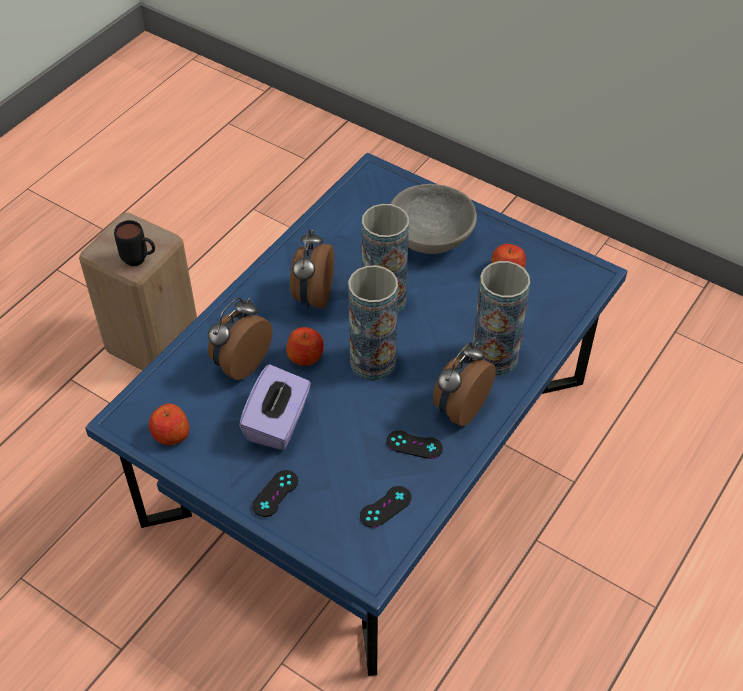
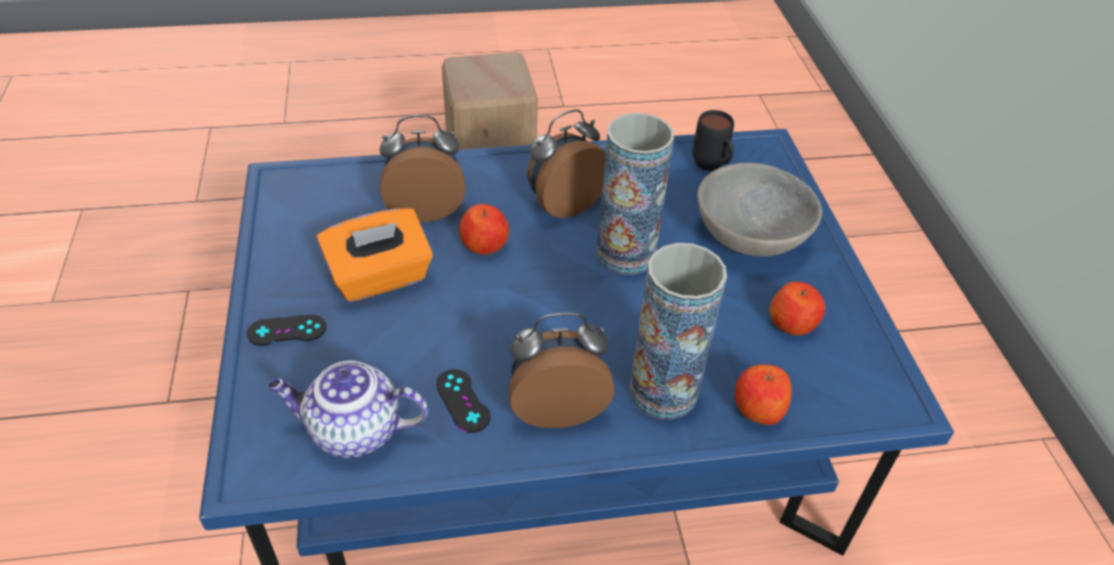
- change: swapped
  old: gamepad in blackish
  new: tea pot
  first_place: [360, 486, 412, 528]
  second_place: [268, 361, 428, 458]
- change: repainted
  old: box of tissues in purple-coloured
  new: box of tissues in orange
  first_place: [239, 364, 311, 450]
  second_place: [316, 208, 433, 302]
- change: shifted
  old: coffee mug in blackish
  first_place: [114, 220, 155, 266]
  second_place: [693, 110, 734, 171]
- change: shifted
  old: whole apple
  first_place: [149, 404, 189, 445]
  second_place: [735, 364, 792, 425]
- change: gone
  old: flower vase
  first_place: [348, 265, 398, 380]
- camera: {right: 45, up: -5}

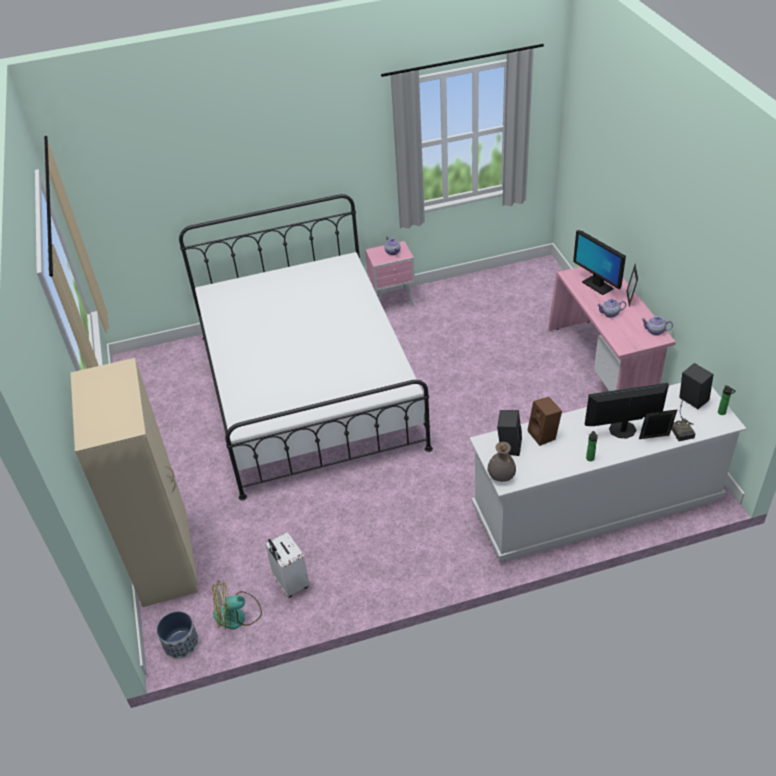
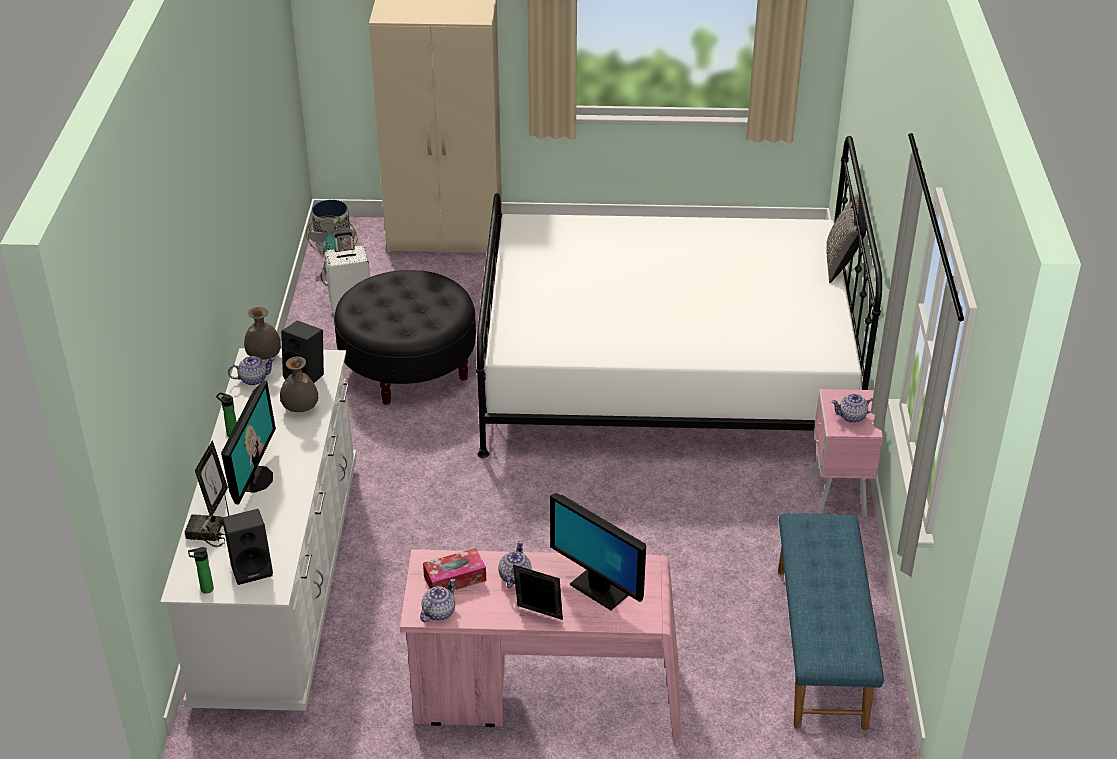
- change: new
  new: tea pot
  second_place: [228, 356, 275, 385]
- change: swapped
  old: speaker in brown
  new: flower vase in gray
  first_place: [528, 397, 562, 446]
  second_place: [280, 356, 318, 412]
- change: new
  new: ottoman in blackish
  second_place: [334, 270, 476, 405]
- change: new
  new: box of tissues
  second_place: [423, 548, 486, 590]
- change: rotated
  old: computer screen
  first_place: [573, 230, 626, 295]
  second_place: [550, 493, 646, 610]
  degrees: -120
- change: new
  new: long seat in bluish
  second_place: [778, 513, 884, 730]
- change: new
  new: throw pillow in gray
  second_place: [826, 195, 866, 283]
- camera: {right: 105, up: -5}

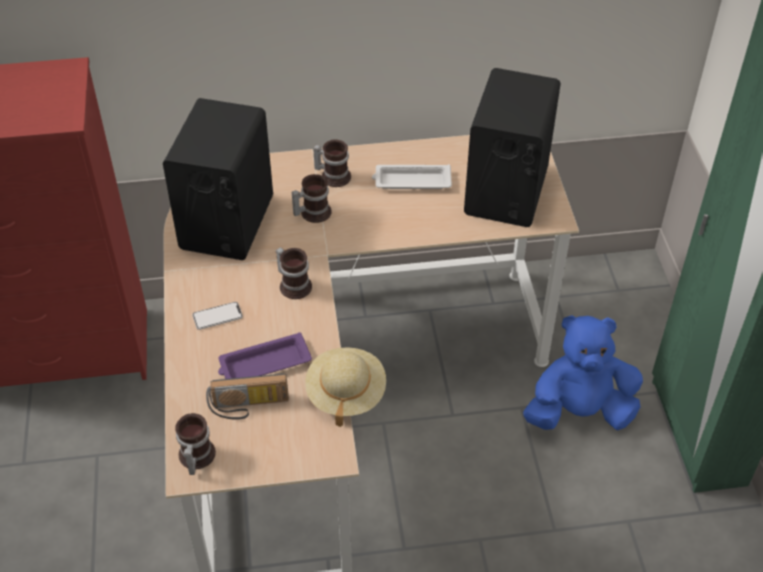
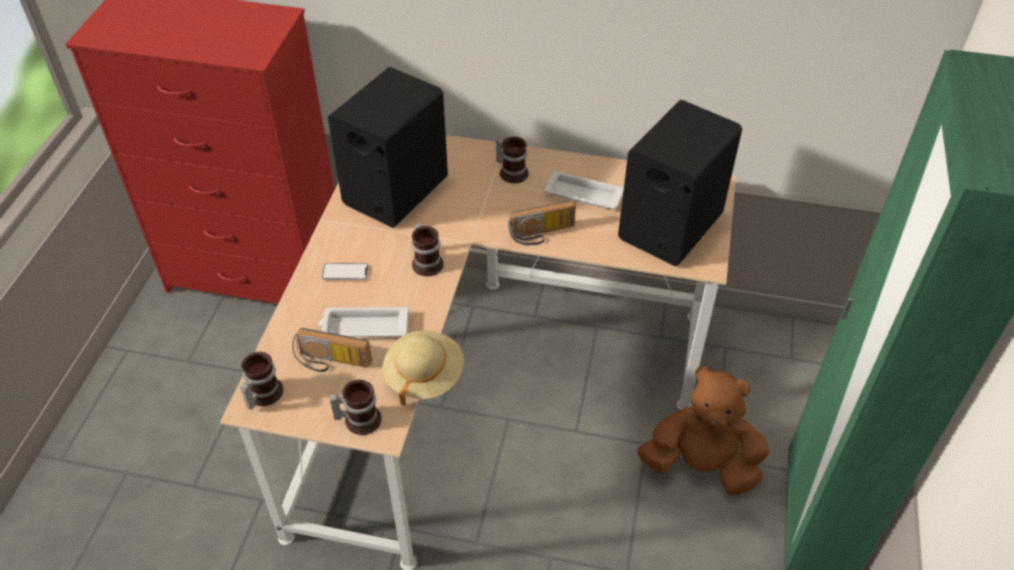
- change: repainted
  old: carrying tray in purple-coloured
  new: carrying tray in white
  first_place: [218, 332, 312, 379]
  second_place: [318, 307, 409, 337]
- change: shifted
  old: coffee mug
  first_place: [291, 174, 332, 223]
  second_place: [330, 379, 381, 435]
- change: new
  new: radio
  second_place: [508, 201, 576, 245]
- change: repainted
  old: cuddly toy in bluish
  new: cuddly toy in brown
  first_place: [523, 315, 643, 430]
  second_place: [637, 367, 770, 495]
- camera: {right: 20, up: 0}

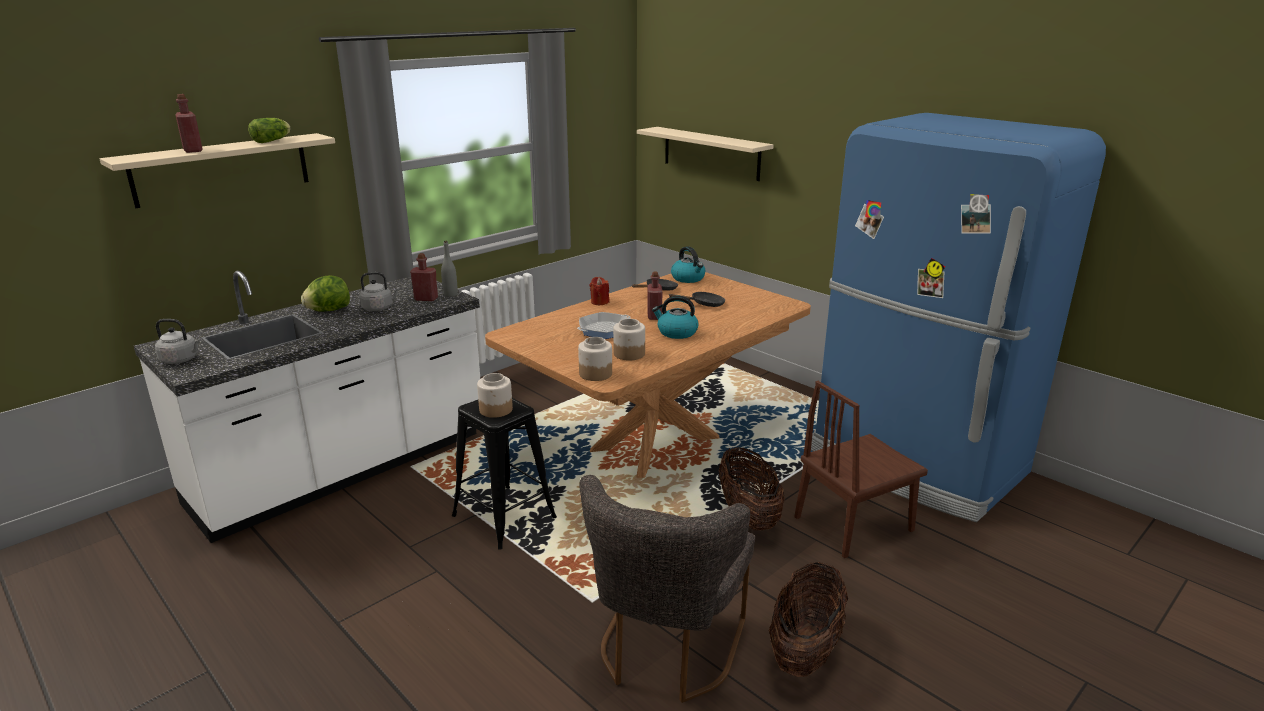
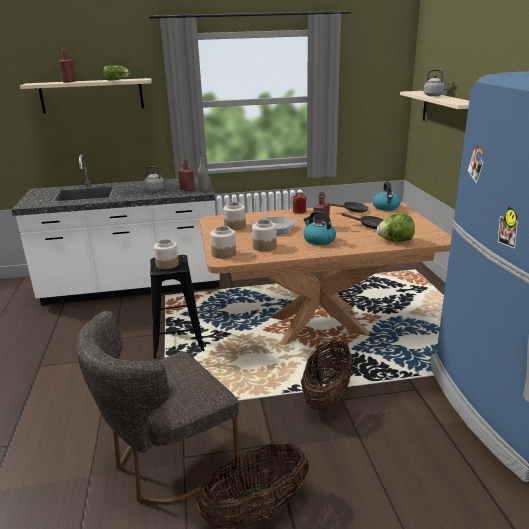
- change: new
  new: jar
  second_place: [223, 202, 246, 230]
- change: shifted
  old: lettuce head
  first_place: [301, 275, 350, 312]
  second_place: [377, 213, 415, 242]
- change: shifted
  old: kettle in gray
  first_place: [155, 319, 201, 364]
  second_place: [423, 69, 450, 96]
- change: gone
  old: plain chair in brown
  first_place: [794, 381, 928, 558]
- camera: {right: 35, up: 0}

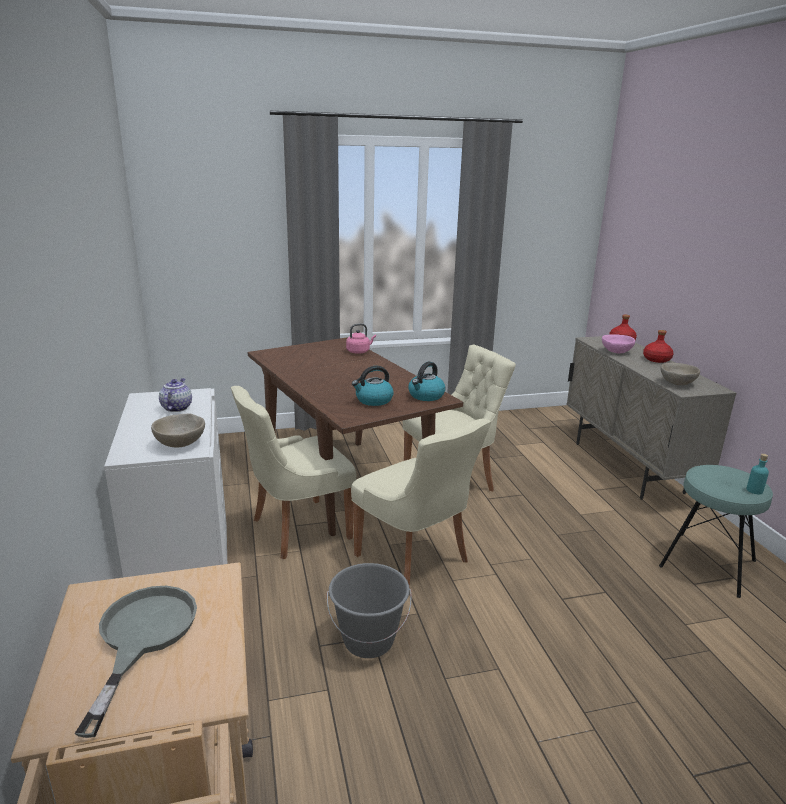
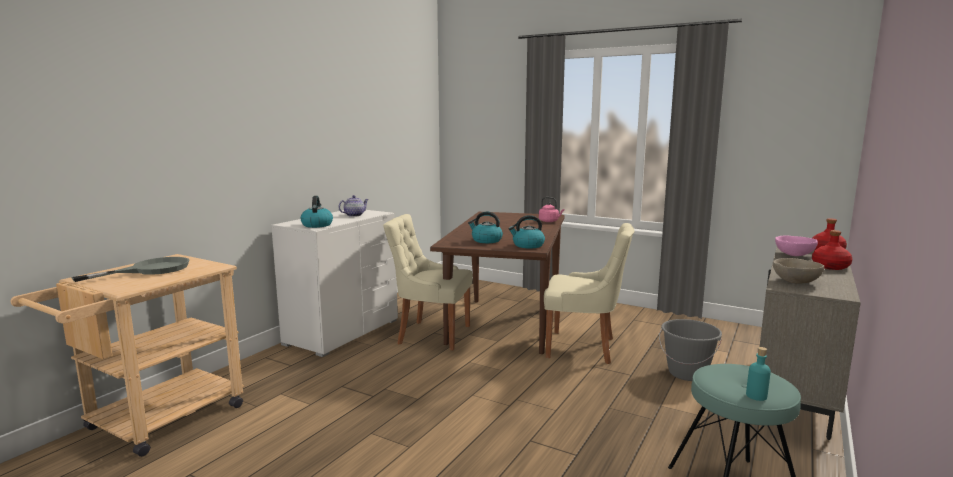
- change: swapped
  old: bowl in beige-coloured
  new: kettle
  first_place: [151, 413, 205, 447]
  second_place: [301, 196, 333, 228]
- change: shifted
  old: bucket in gray
  first_place: [327, 563, 412, 658]
  second_place: [659, 319, 722, 381]
- change: gone
  old: plain chair in beige-coloured
  first_place: [351, 419, 491, 588]
- camera: {right: 45, up: -10}

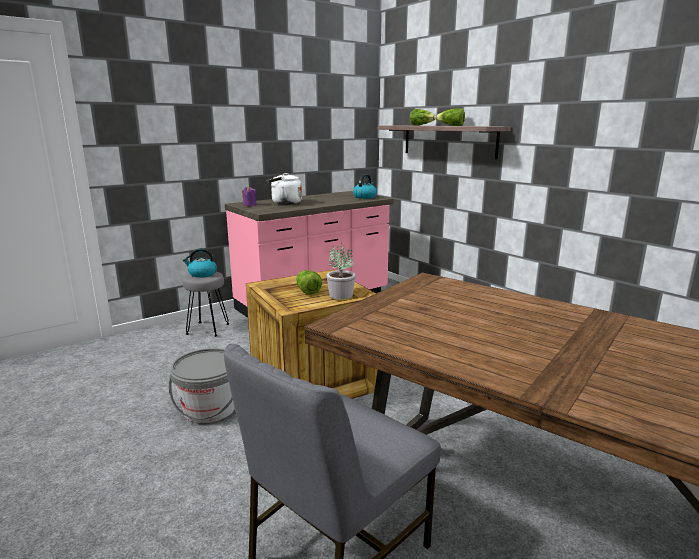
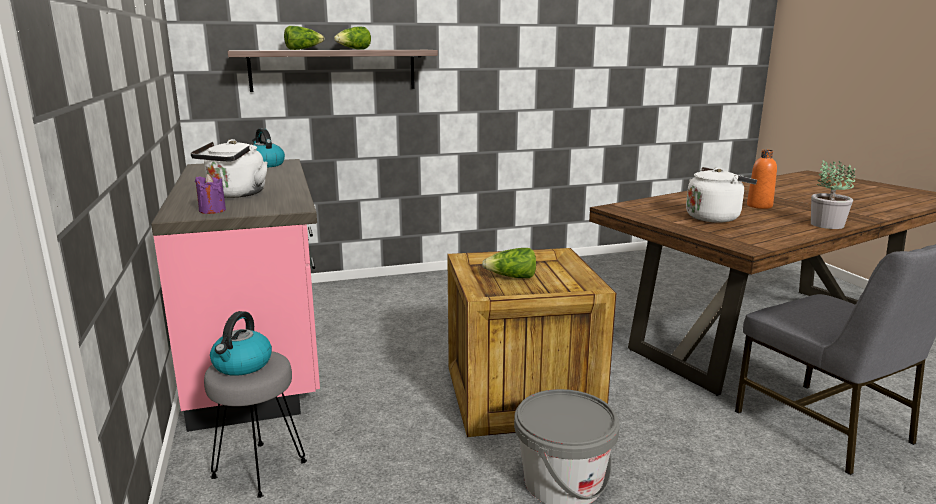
- change: new
  new: kettle in white
  second_place: [686, 167, 757, 223]
- change: new
  new: beverage bottle in orange
  second_place: [747, 150, 777, 209]
- change: shifted
  old: potted plant
  first_place: [326, 243, 355, 300]
  second_place: [811, 159, 856, 229]
- camera: {right: -70, up: 0}

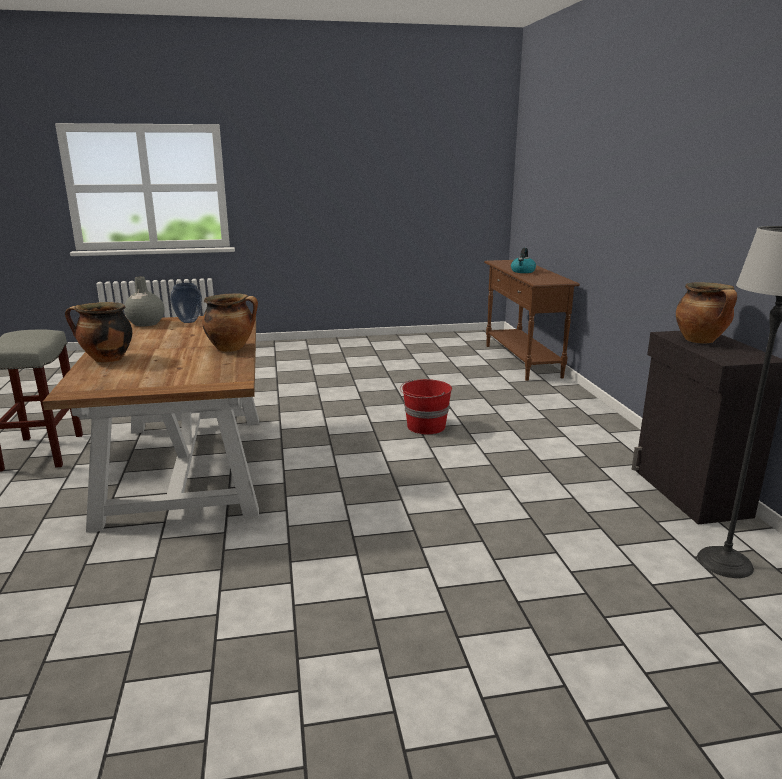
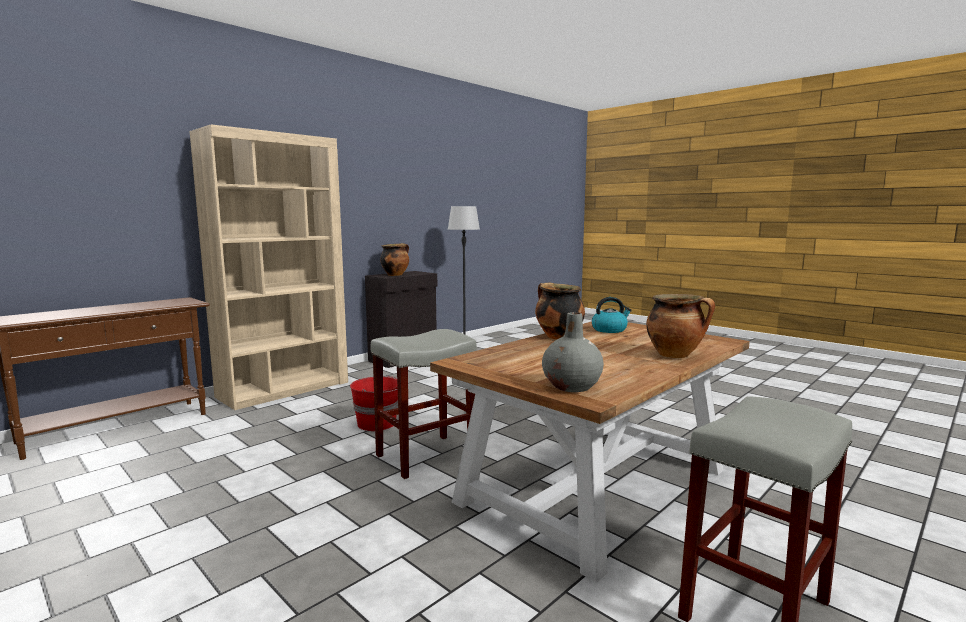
- change: new
  new: shelving unit in beige-coloured
  second_place: [189, 124, 348, 410]
- change: new
  new: stool in gray
  second_place: [370, 329, 477, 479]
- change: shifted
  old: kettle
  first_place: [511, 248, 536, 273]
  second_place: [592, 297, 632, 333]
- change: gone
  old: flower vase
  first_place: [170, 283, 202, 323]
- camera: {right: -125, up: -10}

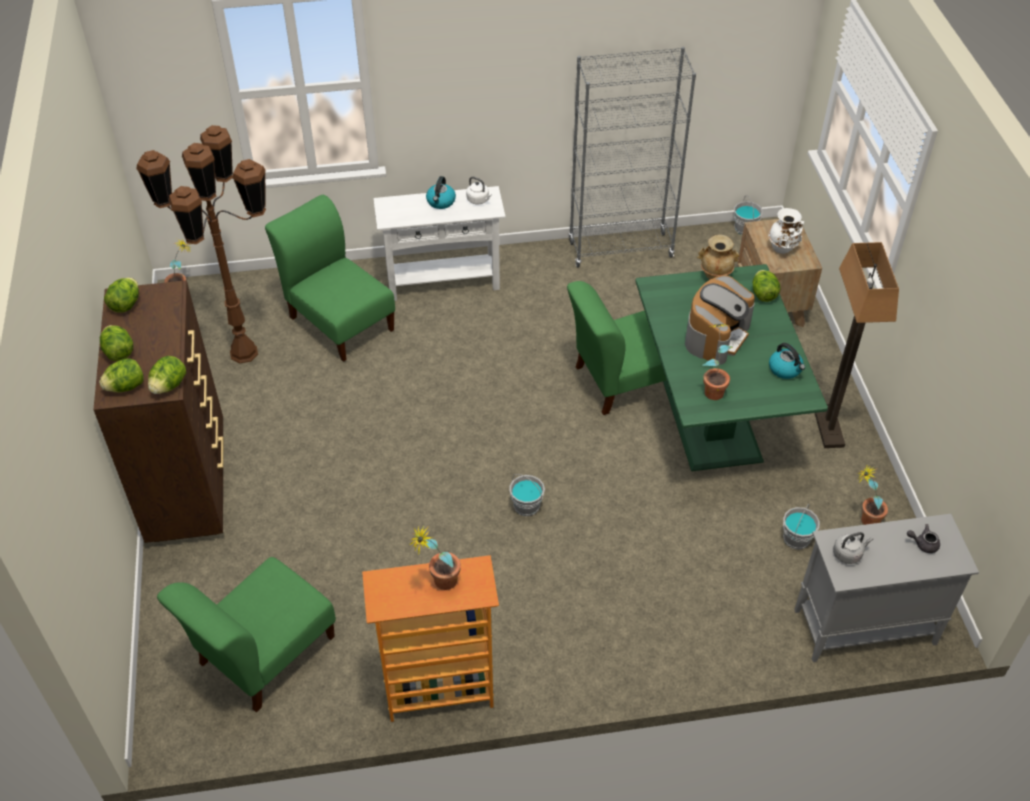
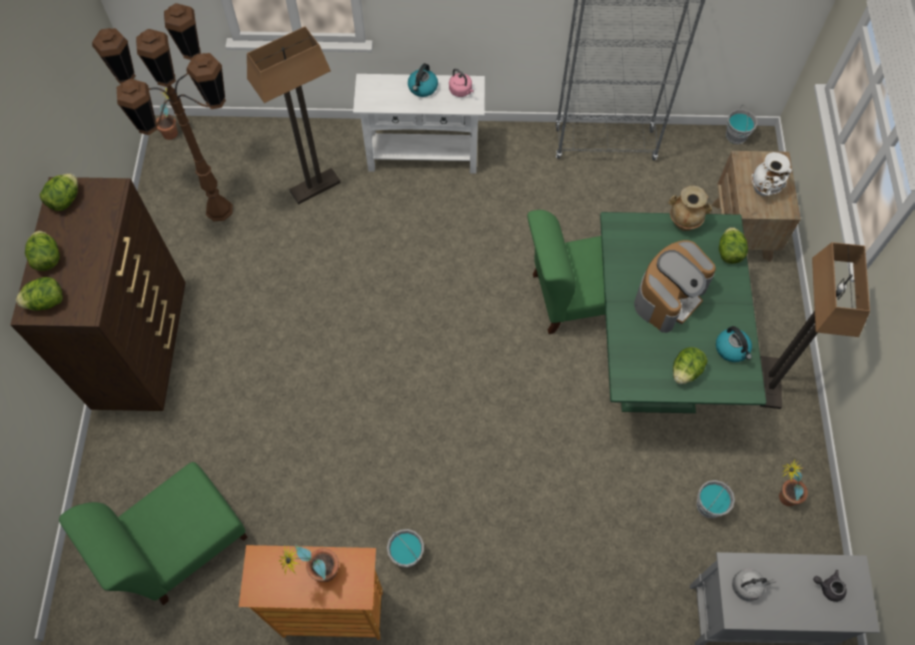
- change: swapped
  old: plain chair in greenish
  new: floor lamp
  first_place: [265, 195, 395, 362]
  second_place: [247, 26, 341, 204]
- change: shifted
  old: bucket in gray
  first_place: [509, 474, 545, 516]
  second_place: [387, 529, 424, 568]
- change: repainted
  old: kettle in white
  new: kettle in pink-coloured
  first_place: [466, 176, 492, 204]
  second_place: [449, 68, 474, 97]
- change: shifted
  old: lettuce head
  first_place: [148, 356, 186, 394]
  second_place: [673, 347, 708, 384]
- change: gone
  old: potted plant
  first_place: [703, 324, 733, 400]
- camera: {right: 10, up: 15}

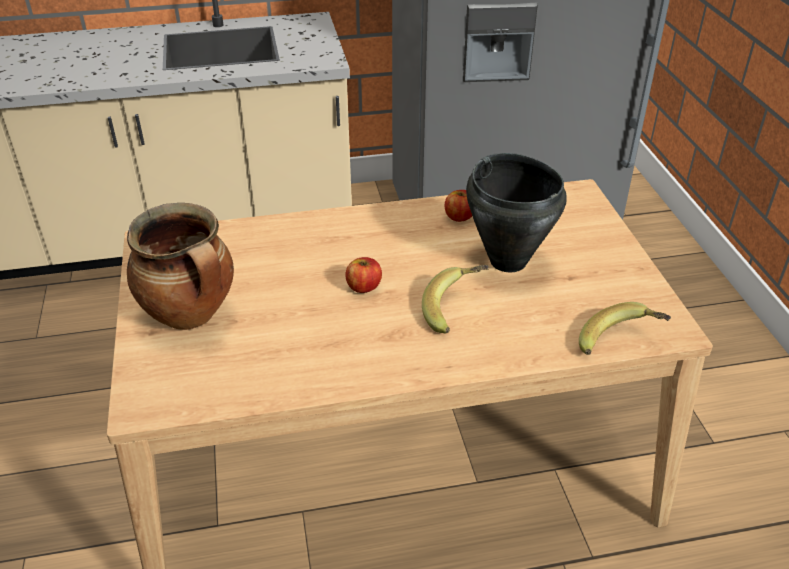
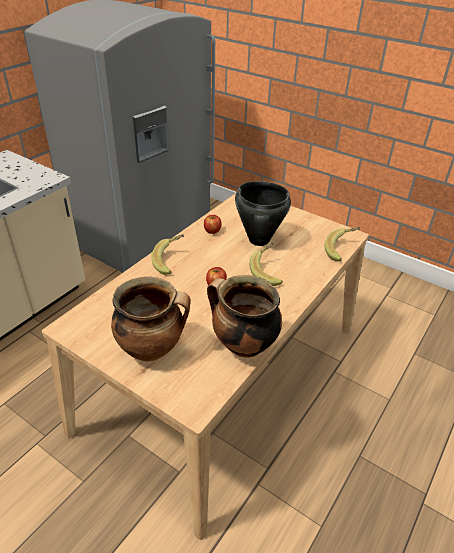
- change: new
  new: whole banana
  second_place: [151, 234, 184, 275]
- change: new
  new: stockpot
  second_place: [207, 275, 282, 358]
- camera: {right: -45, up: 0}

